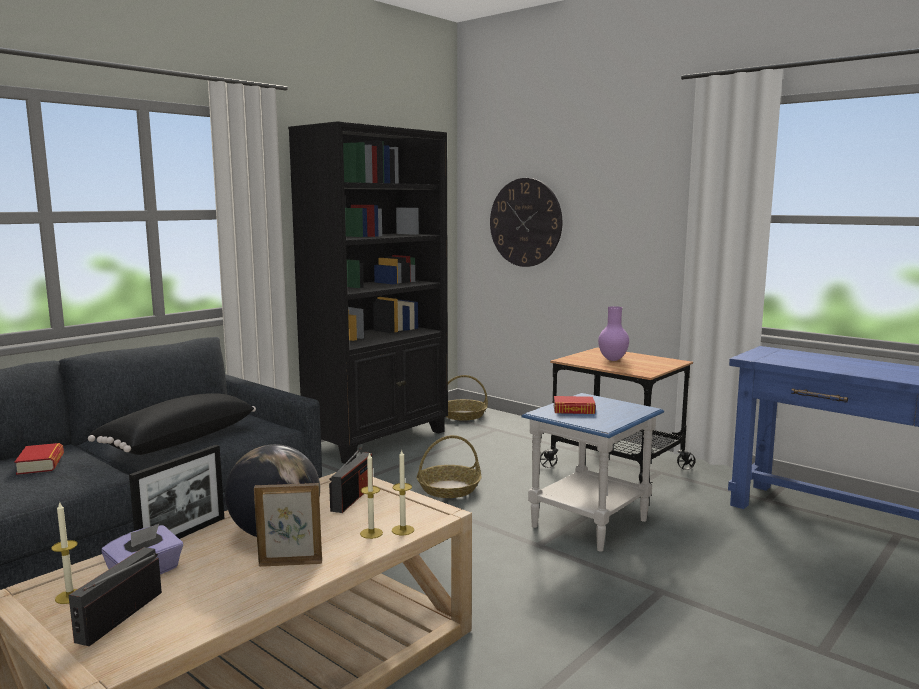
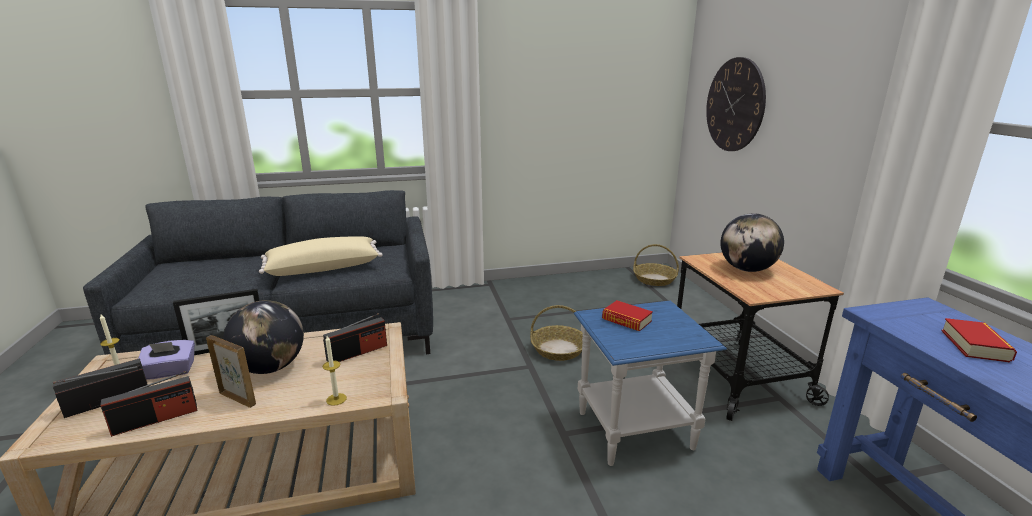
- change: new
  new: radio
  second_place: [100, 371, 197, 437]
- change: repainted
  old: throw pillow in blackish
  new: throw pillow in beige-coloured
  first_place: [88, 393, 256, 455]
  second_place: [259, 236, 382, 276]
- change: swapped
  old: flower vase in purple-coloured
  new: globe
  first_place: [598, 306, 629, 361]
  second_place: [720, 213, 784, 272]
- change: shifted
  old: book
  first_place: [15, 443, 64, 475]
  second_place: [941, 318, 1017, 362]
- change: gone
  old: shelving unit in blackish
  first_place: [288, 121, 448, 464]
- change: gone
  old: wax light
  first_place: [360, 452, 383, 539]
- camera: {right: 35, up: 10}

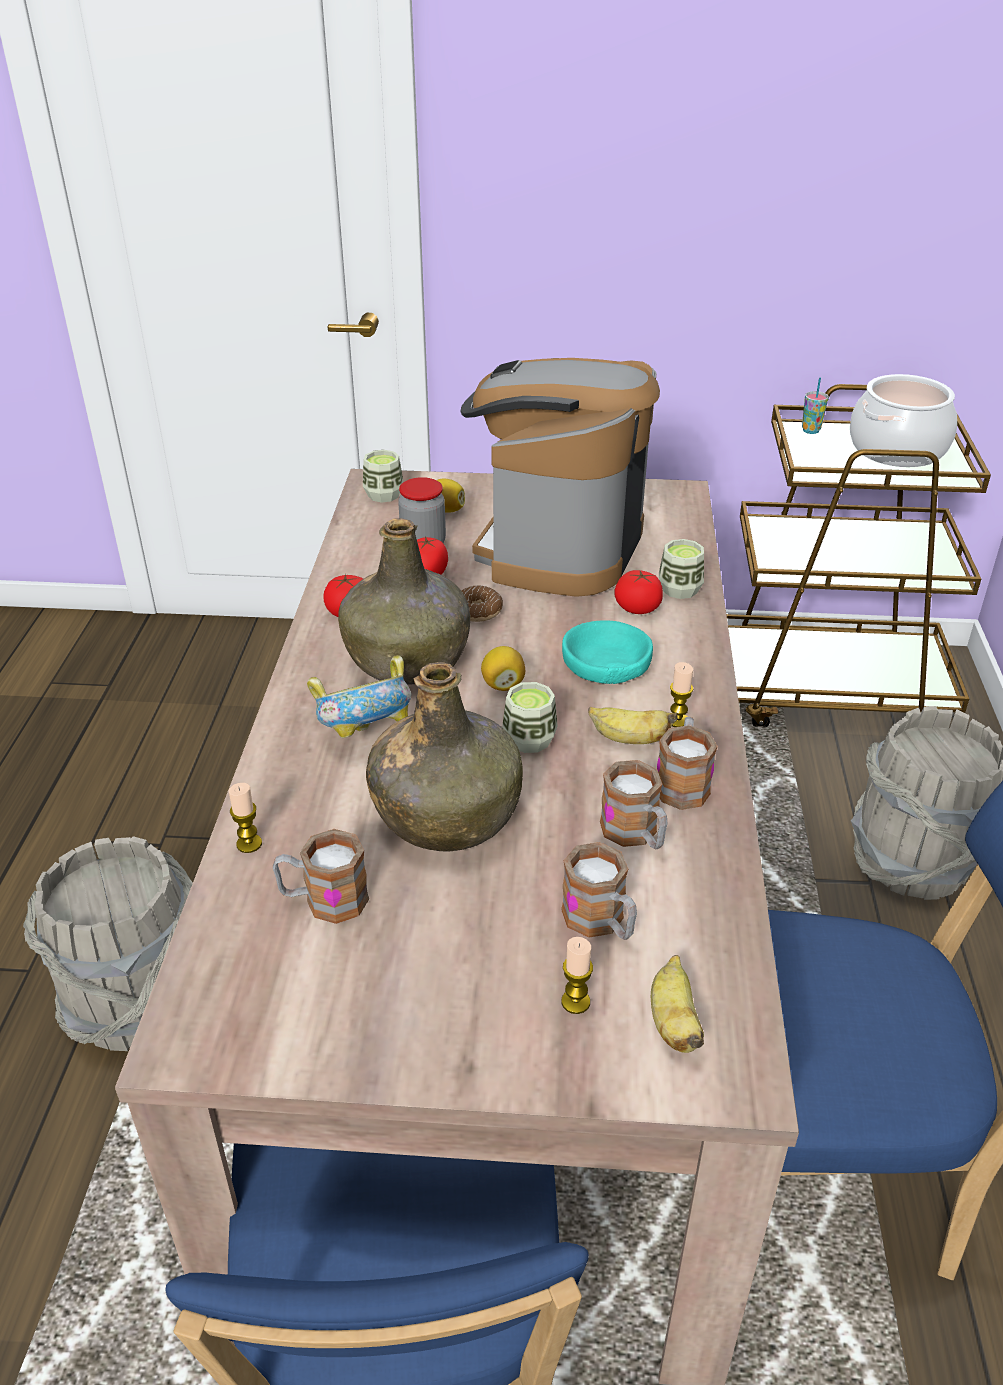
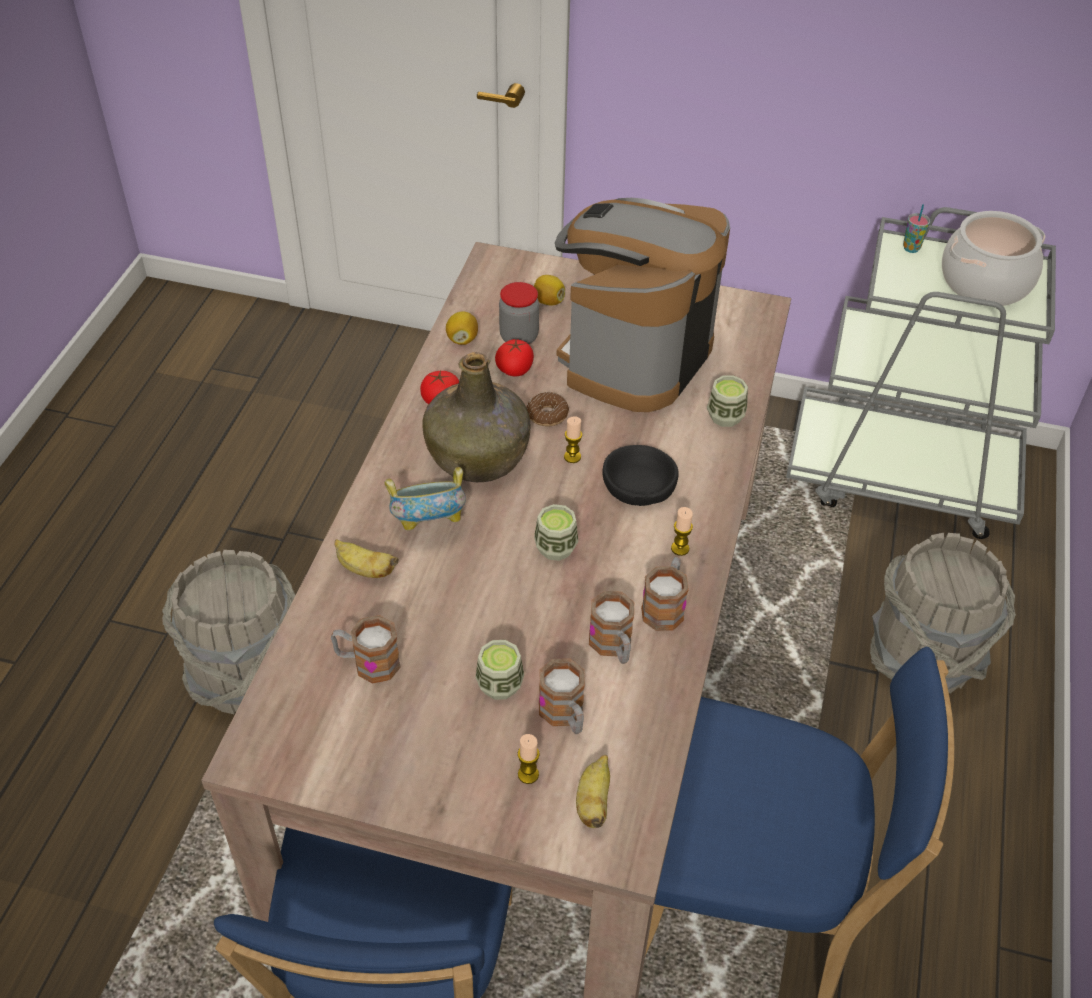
- change: shifted
  old: whole banana
  first_place: [588, 707, 677, 744]
  second_place: [334, 539, 398, 578]
- change: shifted
  old: lemon
  first_place: [481, 646, 525, 691]
  second_place: [446, 311, 478, 345]
- change: shifted
  old: cup
  first_place: [363, 450, 403, 503]
  second_place: [475, 640, 524, 700]
- change: shifted
  old: wax light
  first_place: [229, 783, 262, 853]
  second_place: [564, 416, 582, 463]
- change: repainted
  old: bowl in blue-green
  new: bowl in blackish
  first_place: [562, 620, 653, 684]
  second_place: [602, 445, 679, 506]
- change: repainted
  old: cart in brown
  new: cart in gray
  first_place: [726, 384, 991, 727]
  second_place: [786, 207, 1056, 539]
- change: gone
  old: beverage bottle in greenish
  first_place: [366, 662, 523, 851]
- change: gone
  old: tomato
  first_place: [615, 570, 663, 614]
- camera: {right: 10, up: 10}

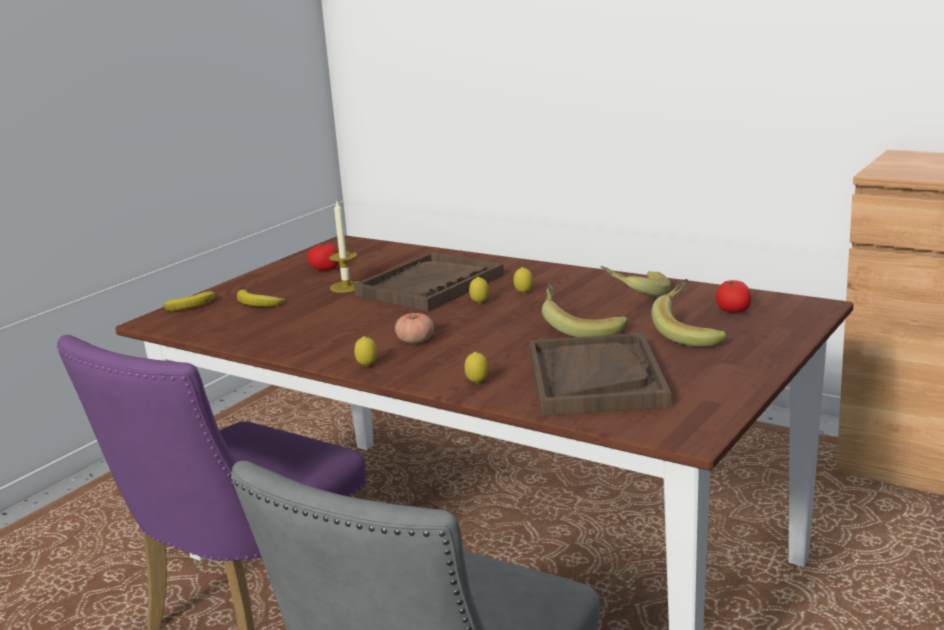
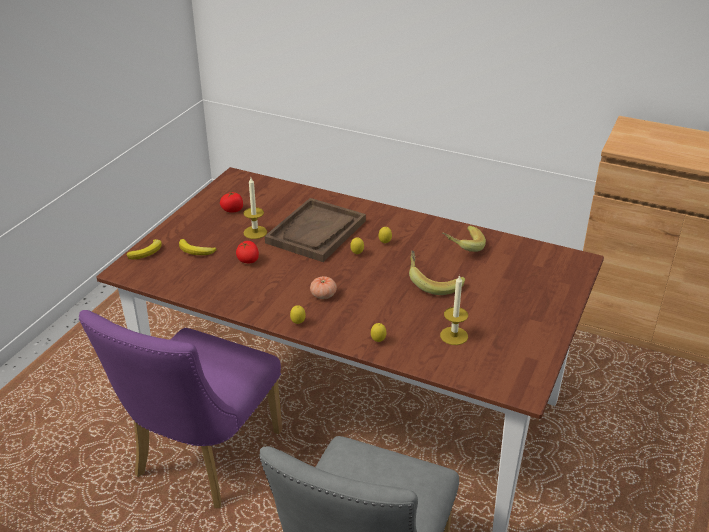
- change: shifted
  old: tomato
  first_place: [716, 280, 751, 312]
  second_place: [236, 241, 259, 264]
- change: swapped
  old: carrying tray in brown
  new: wax light
  first_place: [529, 333, 671, 416]
  second_place: [440, 274, 468, 345]
- change: gone
  old: whole banana
  first_place: [651, 279, 727, 347]
- camera: {right: -10, up: 15}

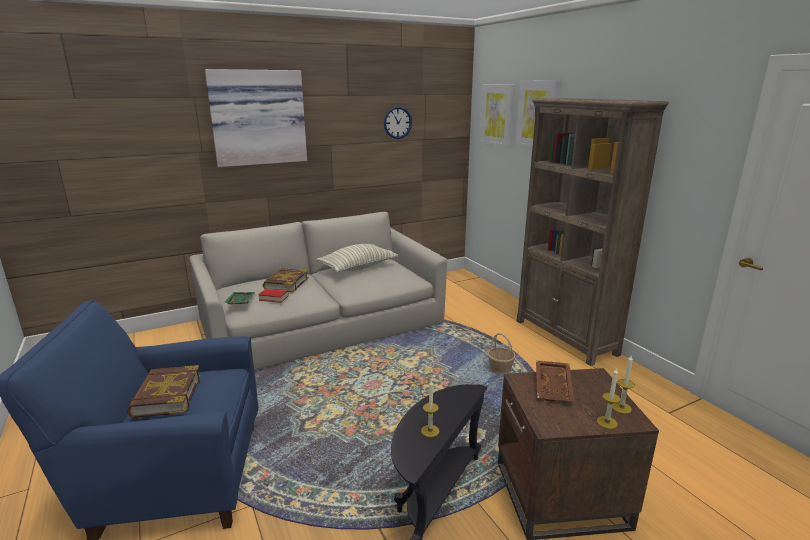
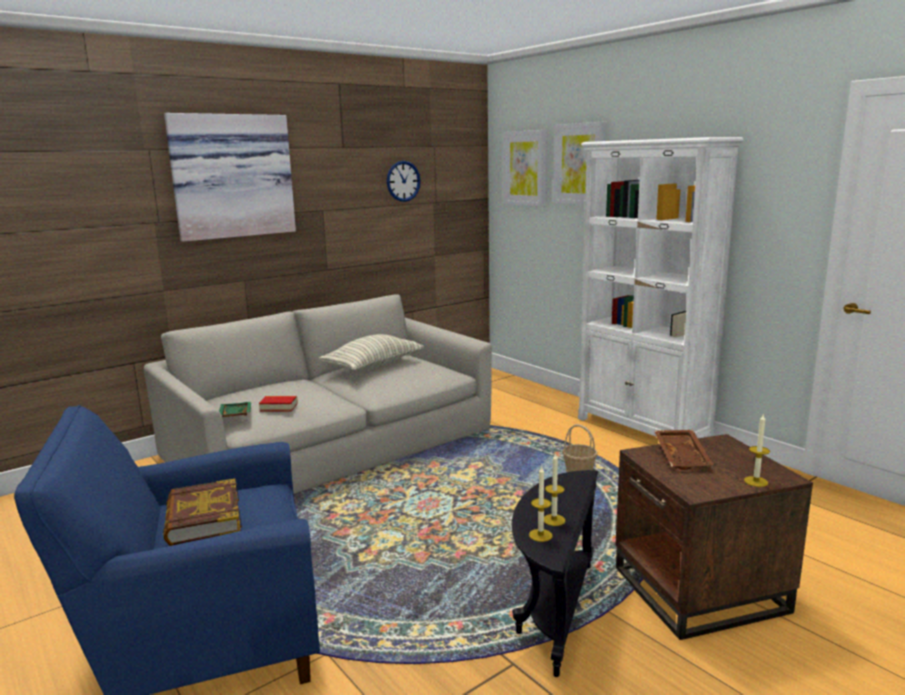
- change: shifted
  old: wax light
  first_place: [612, 356, 635, 414]
  second_place: [529, 467, 552, 542]
- change: repainted
  old: shelving unit in brown
  new: shelving unit in white
  first_place: [517, 98, 669, 366]
  second_place: [578, 137, 744, 438]
- change: gone
  old: book
  first_place: [263, 268, 309, 292]
- camera: {right: -10, up: -5}

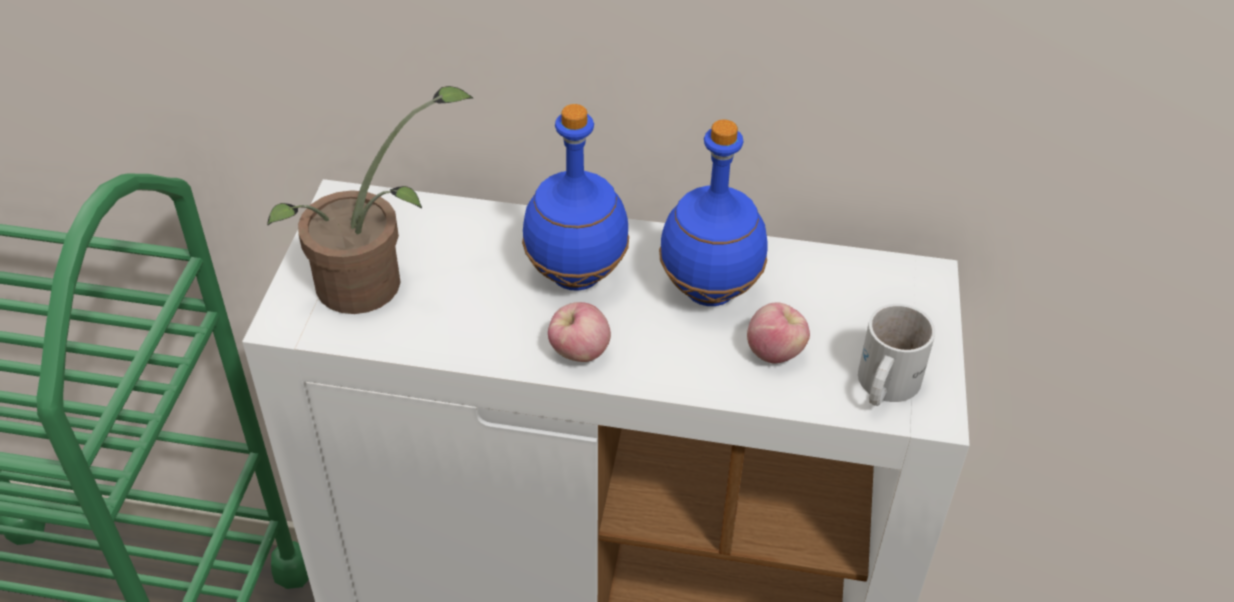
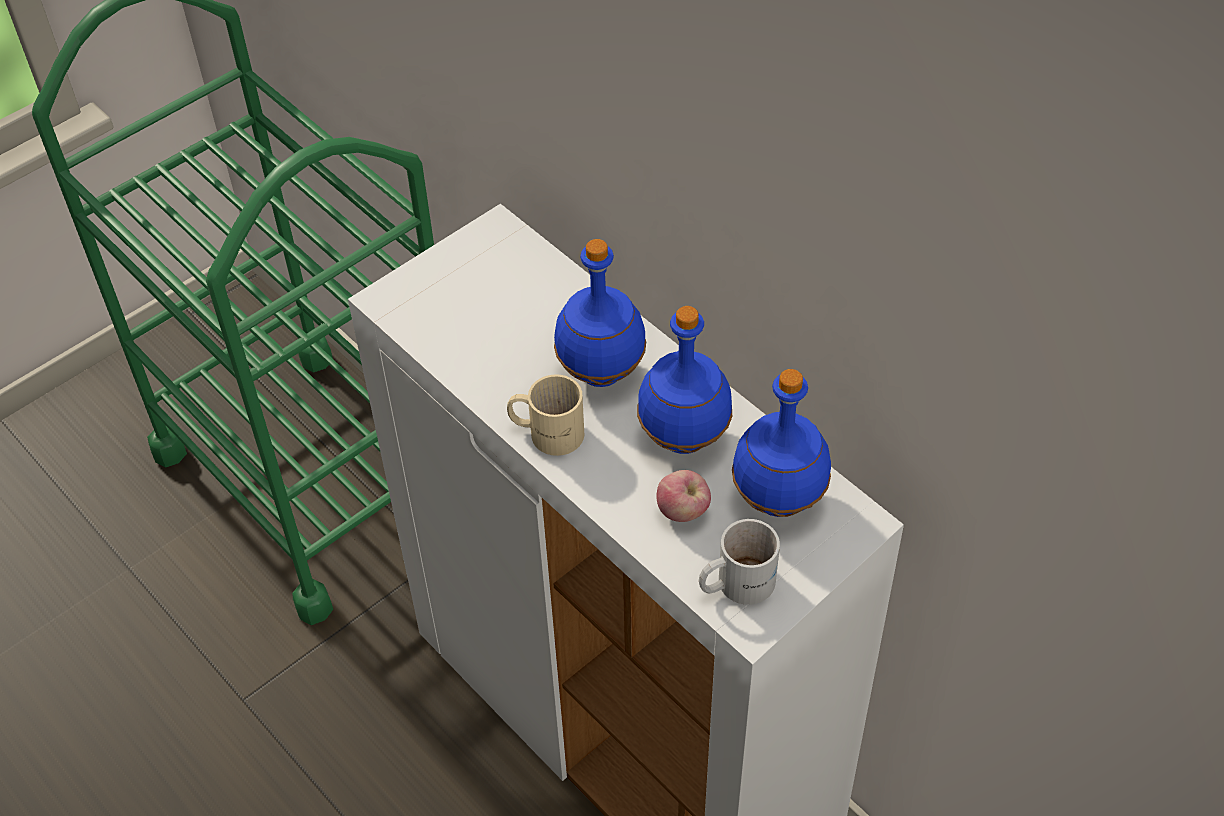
- change: swapped
  old: whole apple
  new: coffee mug in beige-coloured
  first_place: [548, 302, 611, 362]
  second_place: [507, 374, 584, 456]
- change: new
  new: beverage bottle in bluish
  second_place: [732, 369, 831, 517]
- change: gone
  old: potted plant
  first_place: [267, 86, 474, 314]
- camera: {right: 40, up: 5}

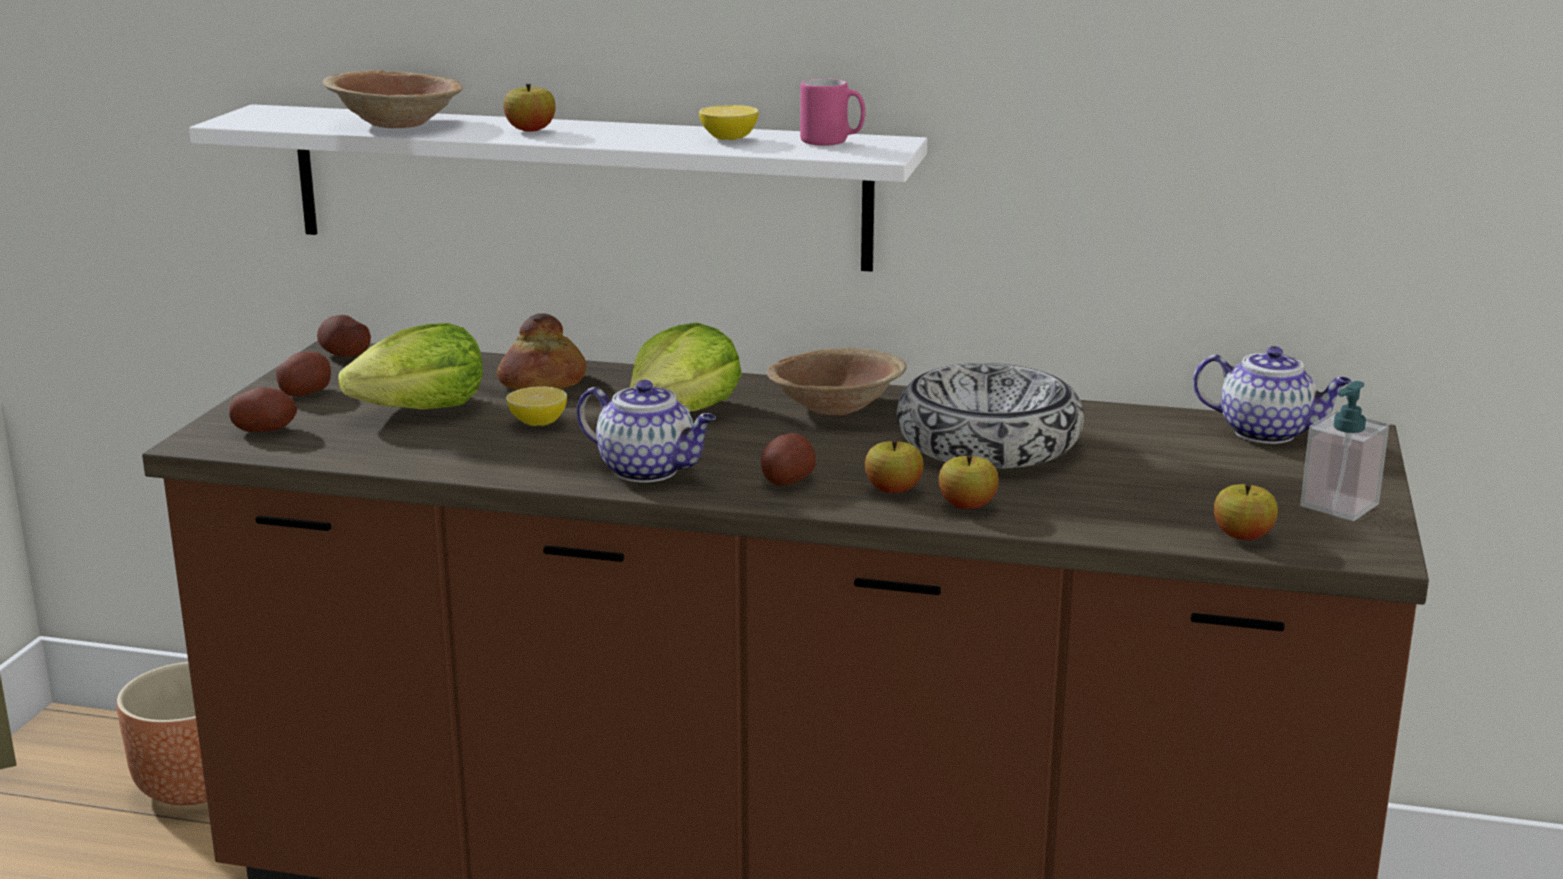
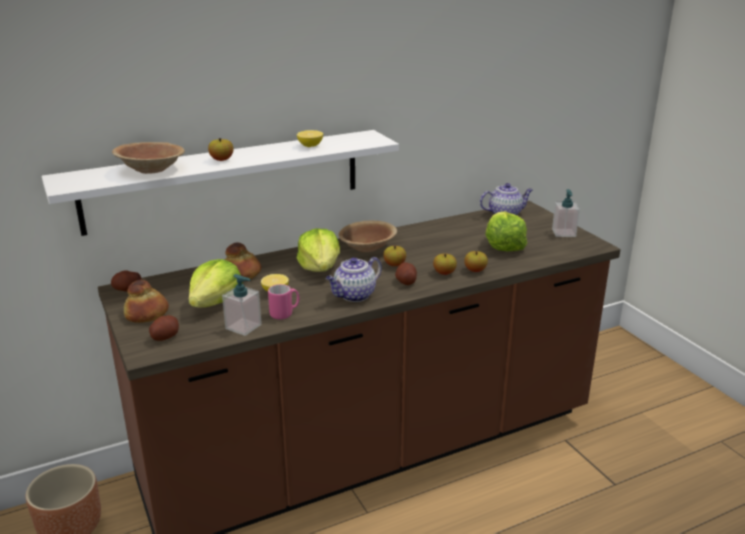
- change: swapped
  old: whole potato
  new: bread
  first_place: [276, 351, 331, 397]
  second_place: [124, 280, 169, 323]
- change: new
  new: liquid soap bottle
  second_place: [222, 274, 262, 336]
- change: shifted
  old: coffee mug in pink-coloured
  first_place: [800, 78, 865, 146]
  second_place: [268, 284, 300, 319]
- change: rotated
  old: tea pot
  first_place: [577, 380, 716, 483]
  second_place: [326, 257, 382, 302]
  degrees: 150
- change: shifted
  old: whole apple
  first_place: [1214, 484, 1278, 540]
  second_place: [383, 246, 406, 266]
- change: new
  new: lettuce head
  second_place: [486, 211, 527, 251]
- change: gone
  old: bowl
  first_place: [896, 363, 1084, 469]
- camera: {right: -40, up: 5}

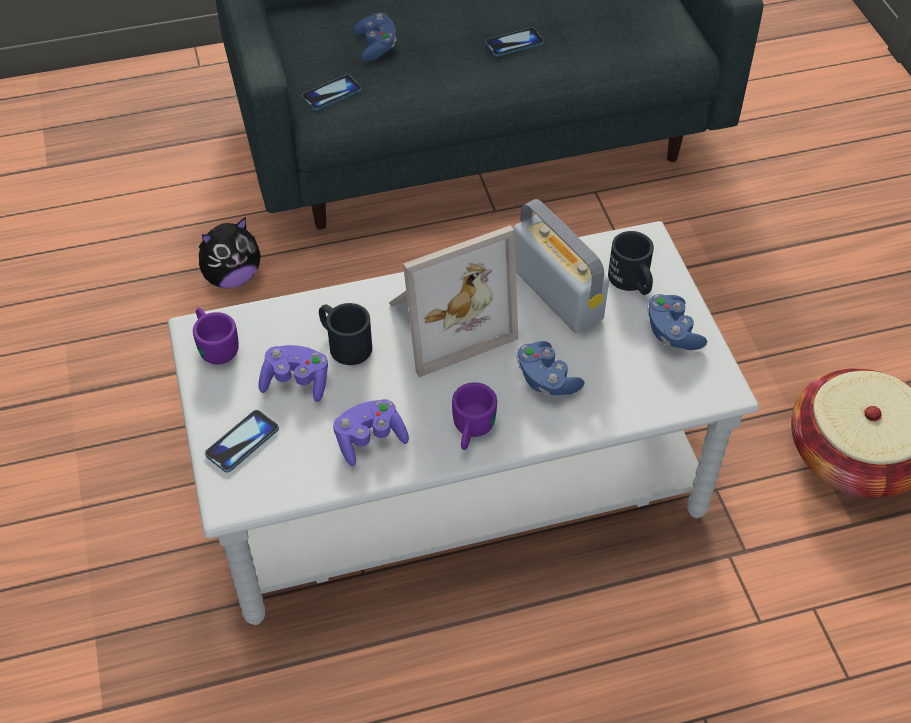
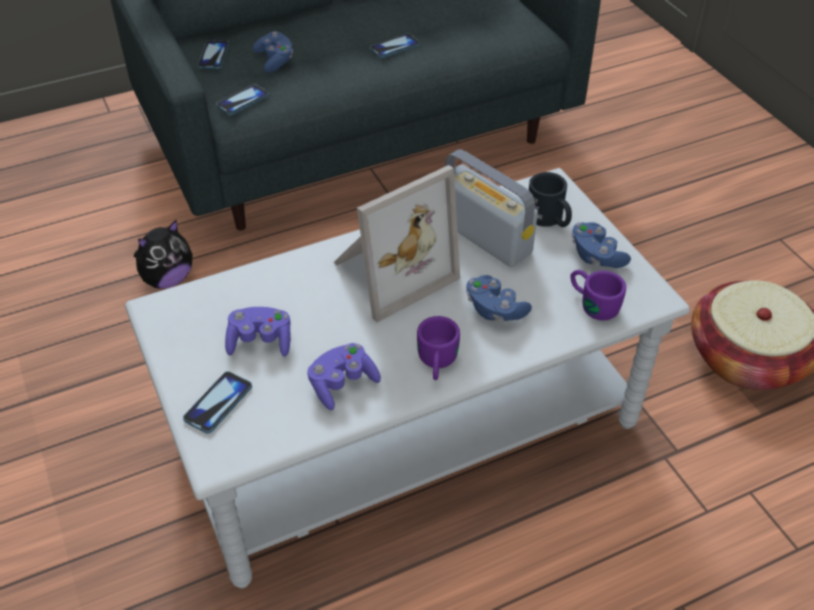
- change: new
  new: phone
  second_place: [198, 40, 229, 69]
- change: shifted
  old: coffee mug in purple-coloured
  first_place: [193, 308, 239, 364]
  second_place: [571, 270, 626, 320]
- change: gone
  old: coffee mug in blackish
  first_place: [319, 303, 372, 365]
- camera: {right: -10, up: -5}

